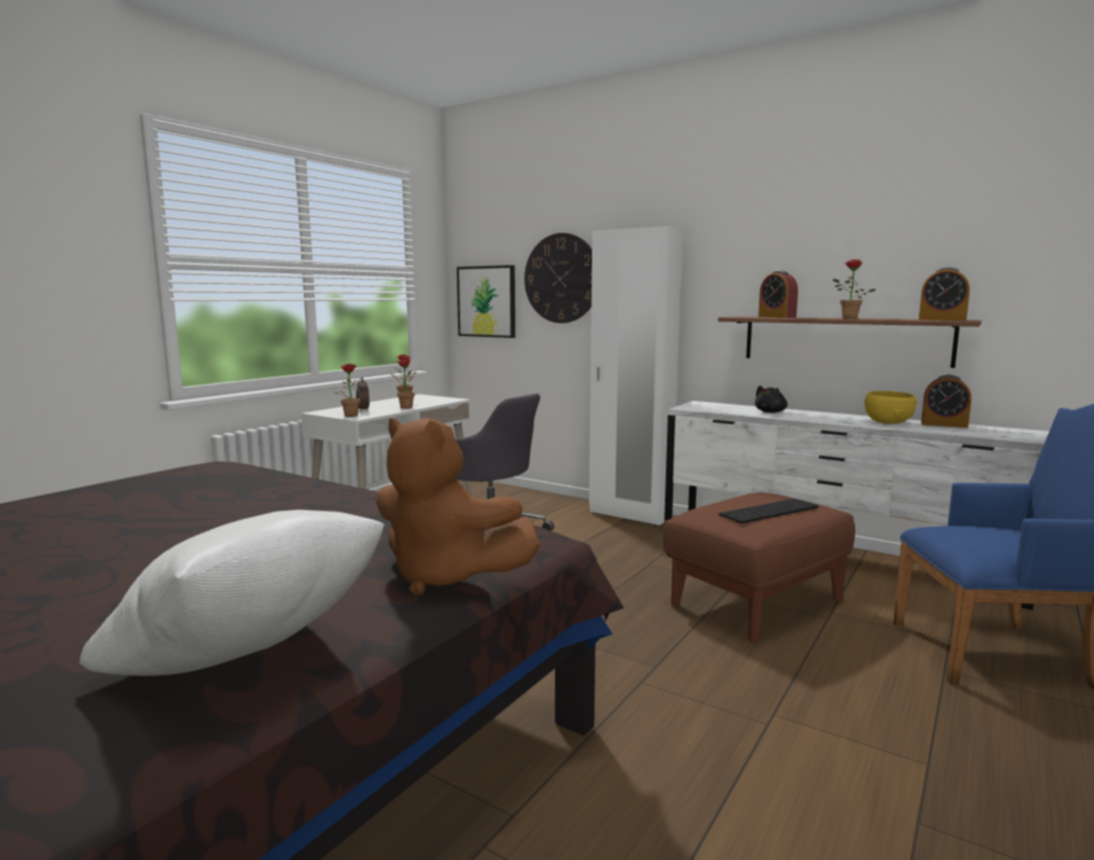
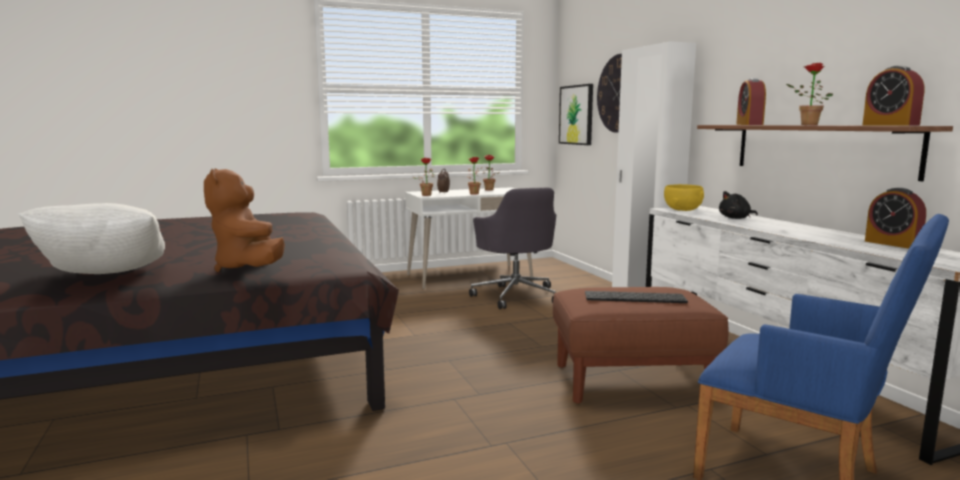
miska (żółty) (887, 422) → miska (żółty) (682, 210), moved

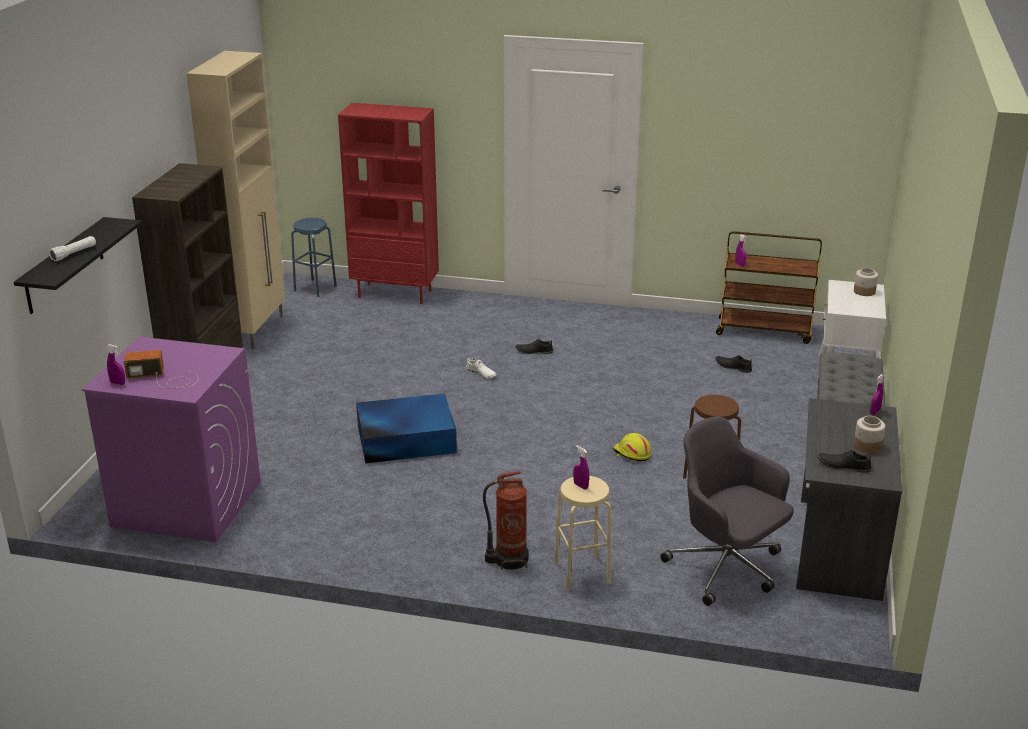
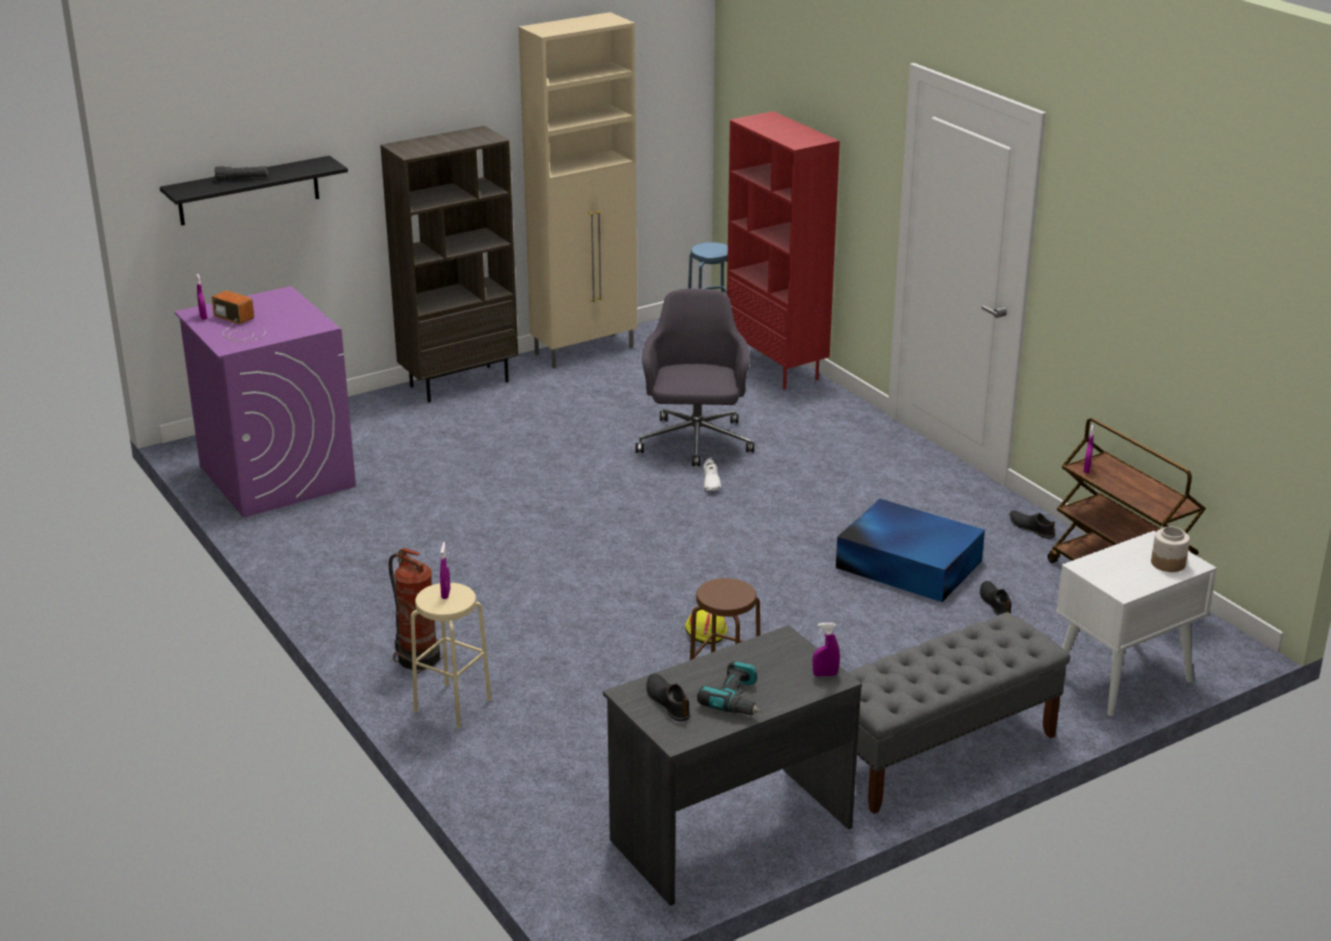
latarka (biały) (74, 254) → latarka (czarny) (241, 179)
krzesło biurowe (szary) (727, 568) → krzesło biurowe (szary) (695, 443), moved
słoik (867, 446) → wiertarka (737, 699)
pojemnik do przechowywania (niebieski) (404, 439) → pojemnik do przechowywania (niebieski) (907, 563), moved
but (czarny) (534, 351) → but (czarny) (1031, 528), moved

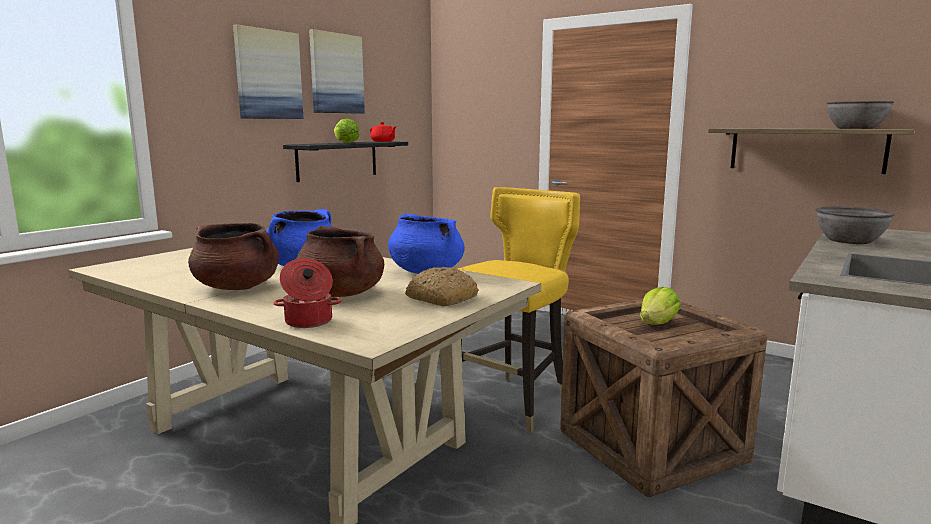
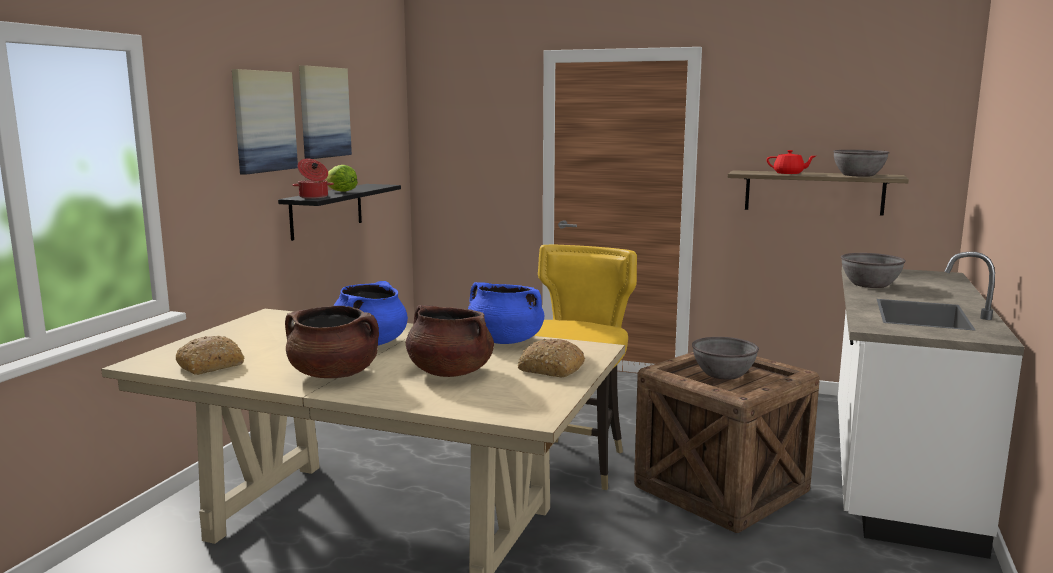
- → chleb (211, 365)
garnek (308, 322) → garnek (313, 197), moved
sałata (657, 324) → miska (szary) (723, 374)
imbryk (czerwony) (383, 141) → imbryk (czerwony) (789, 173), moved

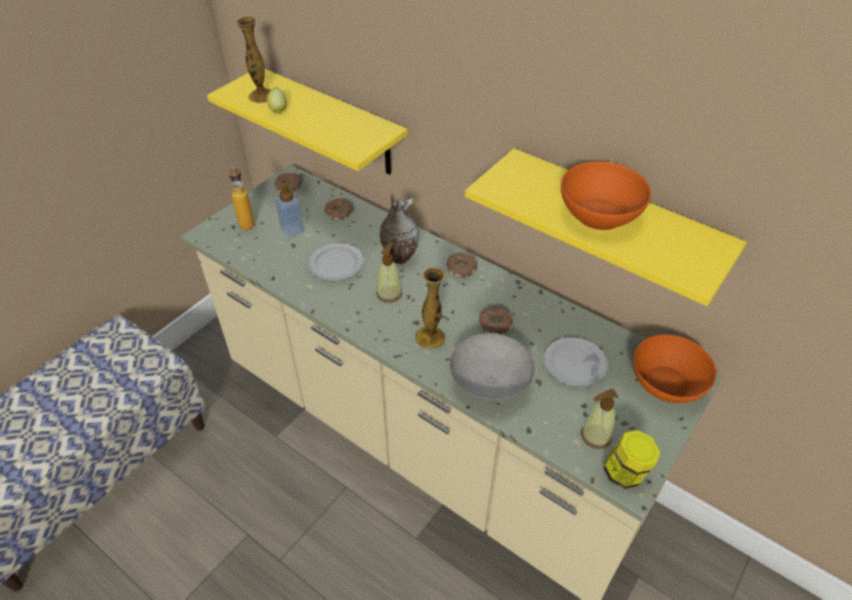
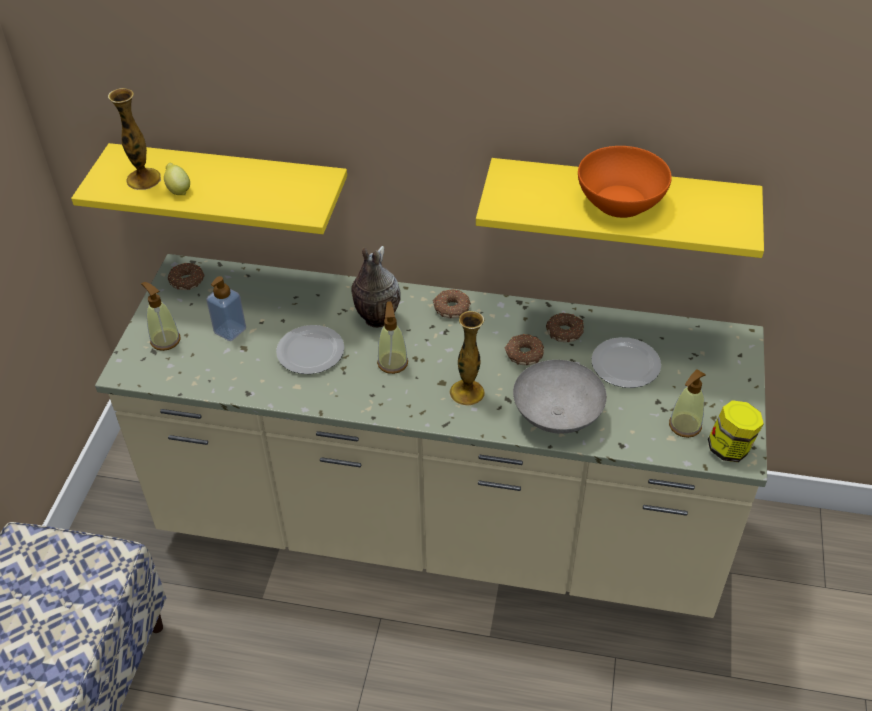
butelka (246, 221) → dozownik mydła (165, 340)
donut (339, 213) → donut (565, 332), moved
miska (pomarańczowy) (666, 383) → -

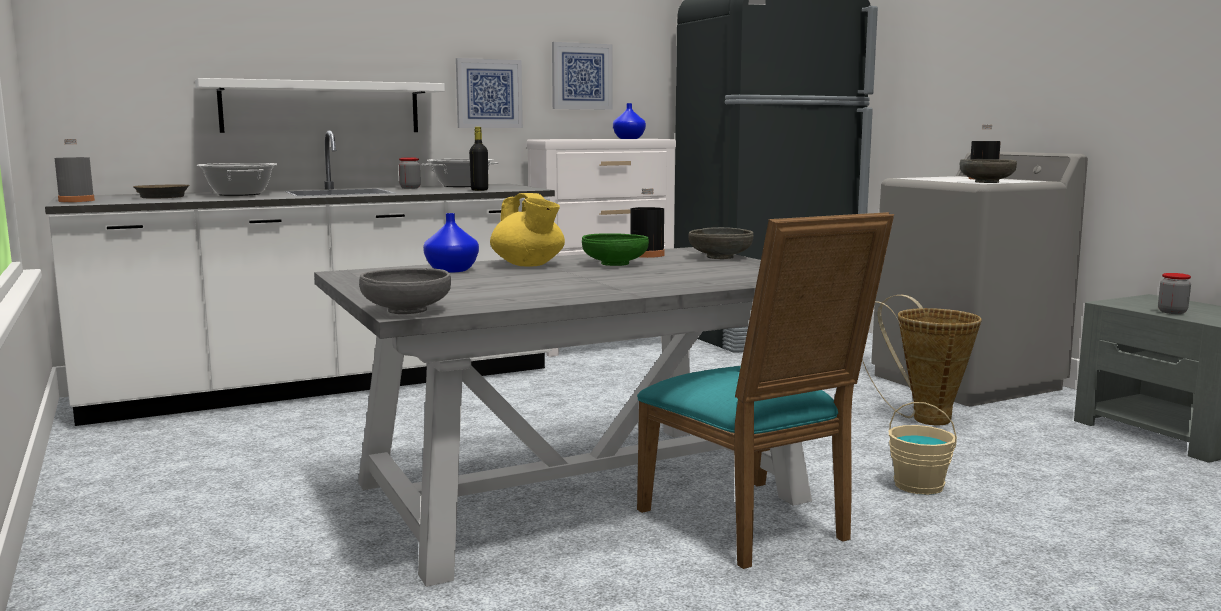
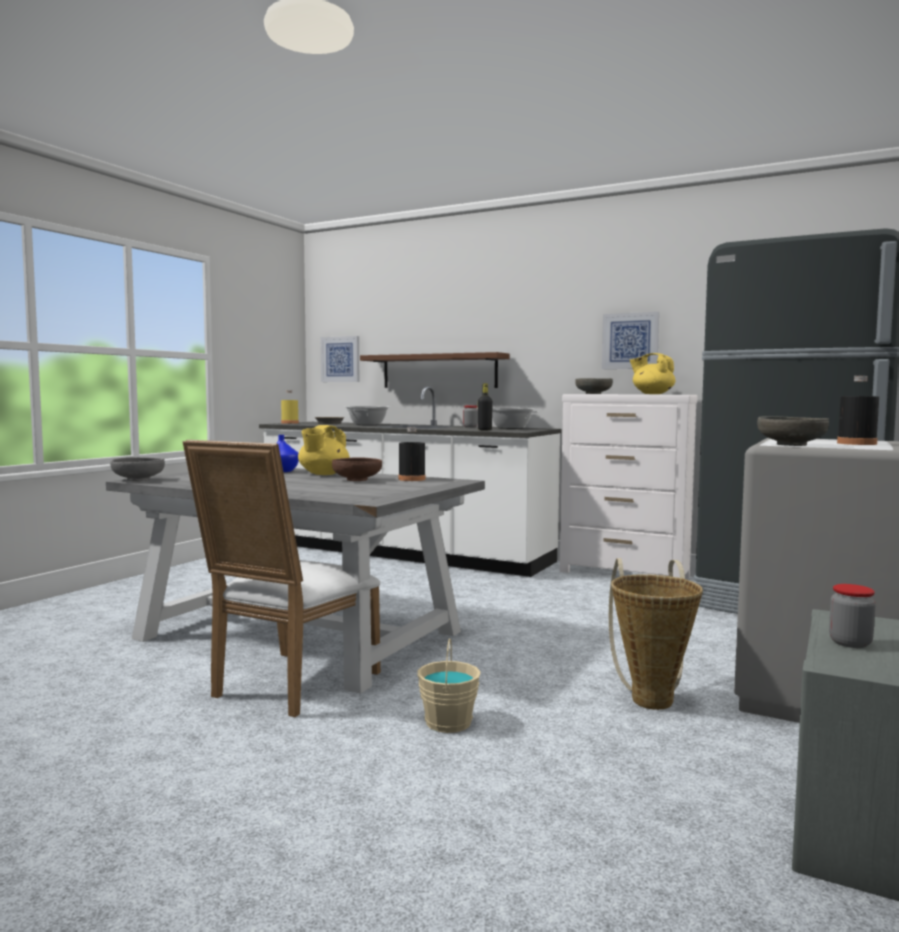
krzesło (turkusowy) (753, 527) → krzesło (biały) (288, 686)
butelka (szary) (76, 201) → butelka (żółty) (290, 423)
obraz (488, 93) → obraz (340, 359), moved
miska (zielony) (615, 264) → miska (brązowy) (356, 480)
półka (biały) (321, 107) → półka (brązowy) (439, 371)
miska (szary) (720, 257) → miska (szary) (593, 393), moved
wazon (niebieski) (628, 138) → imbryk (żółty) (652, 394)

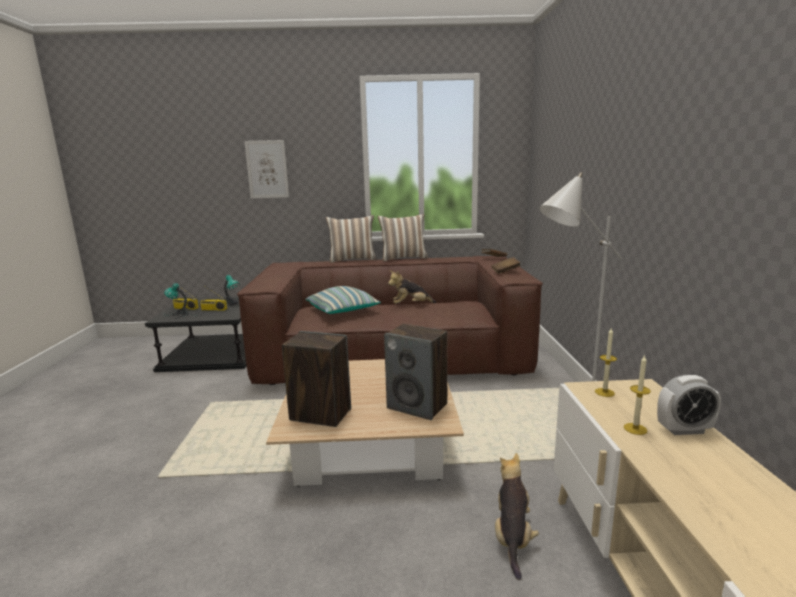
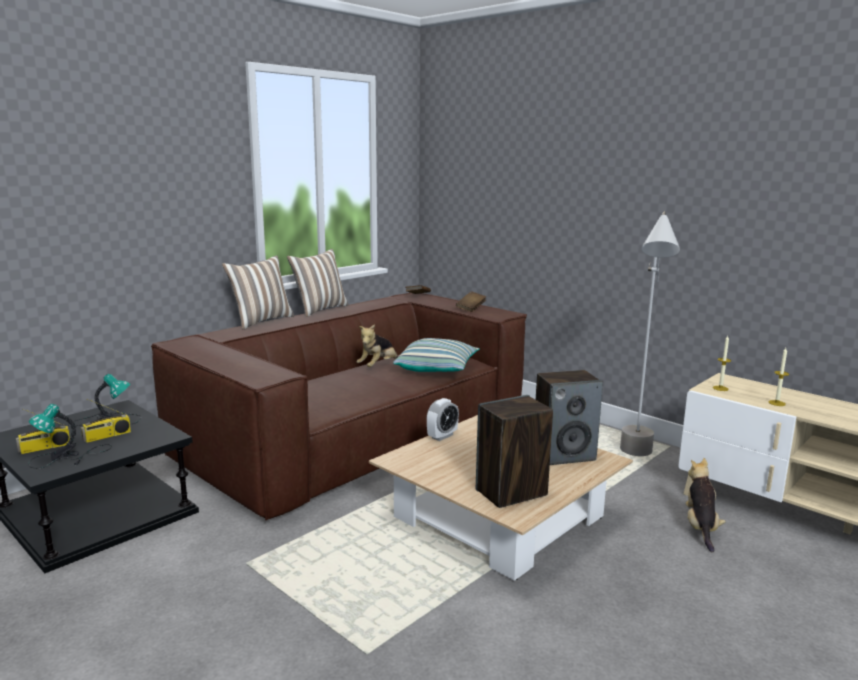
poduszka (343, 311) → poduszka (437, 369), moved
budzik (684, 430) → budzik (442, 436), moved
pluszak (512, 537) → pluszak (700, 527), 45 degrees clockwise
obraz (267, 169) → -

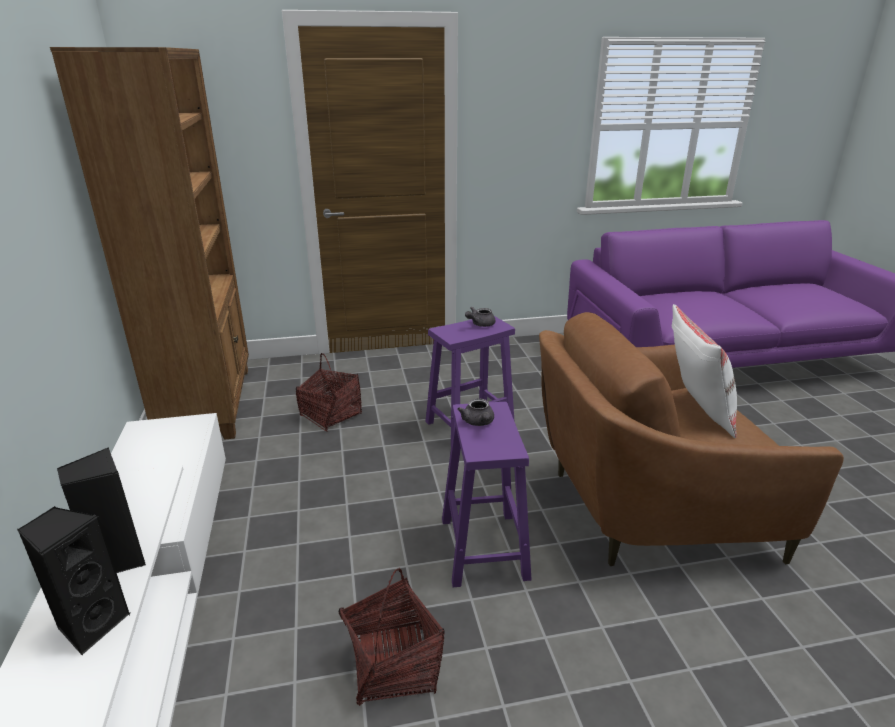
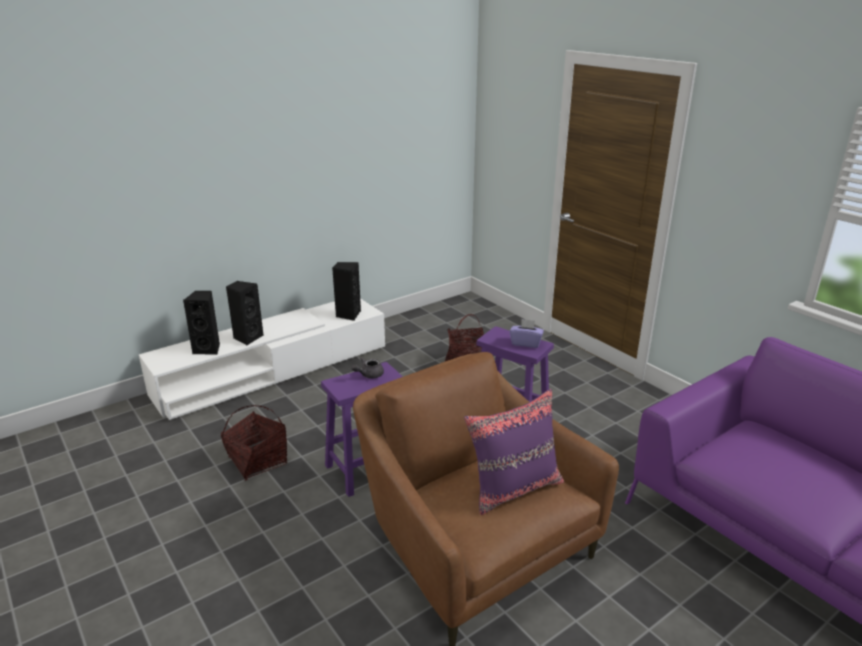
- → głośnik (czarny) (348, 314)
poduszka (biały) (695, 410) → poduszka (fioletowy) (514, 488)
imbryk (szary) (480, 324) → pudełko chusteczek (fioletowy) (526, 343)
regał (brązowy) (209, 403) → -

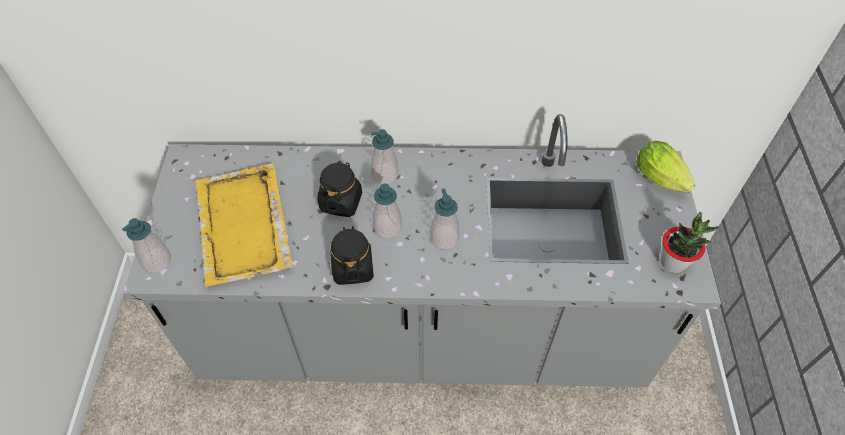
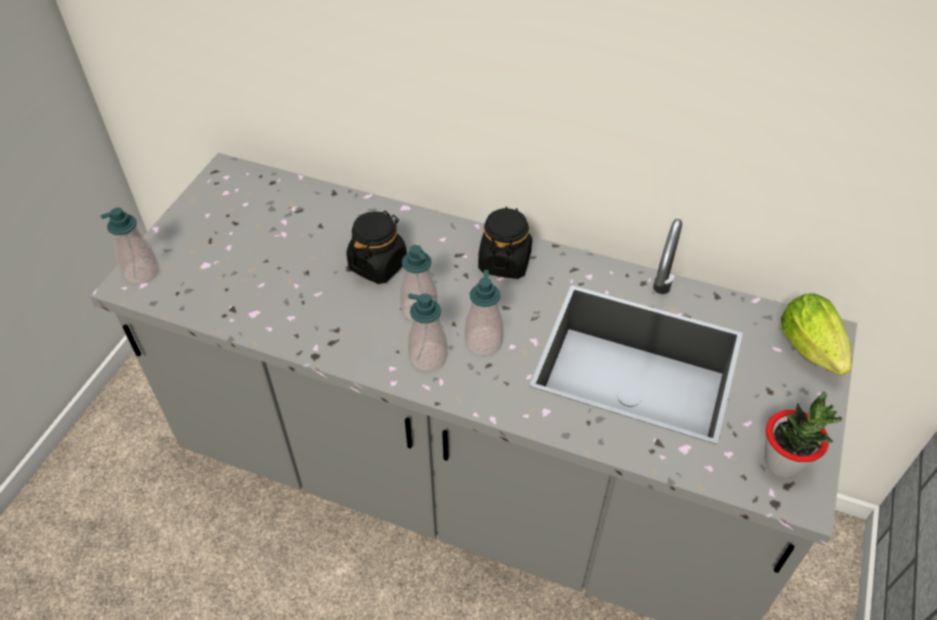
dozownik mydła (385, 175) → dozownik mydła (428, 358), moved
słoik (czarny) (353, 268) → słoik (czarny) (504, 262), moved
taca (żółty) (243, 227) → -

